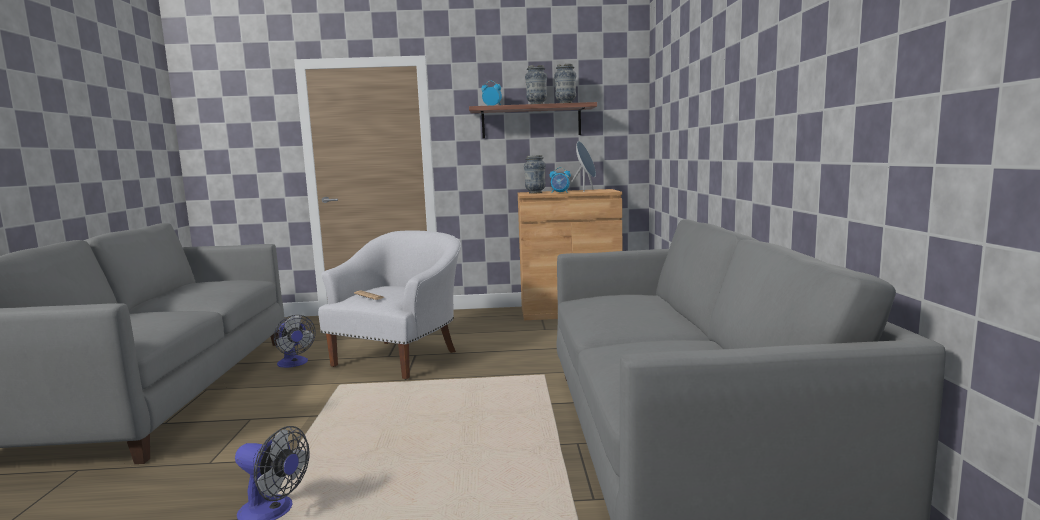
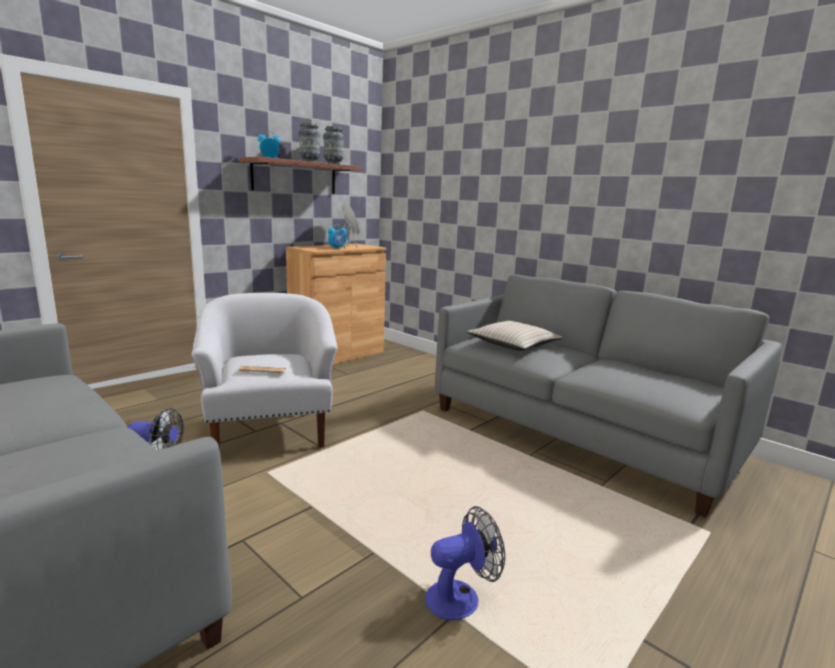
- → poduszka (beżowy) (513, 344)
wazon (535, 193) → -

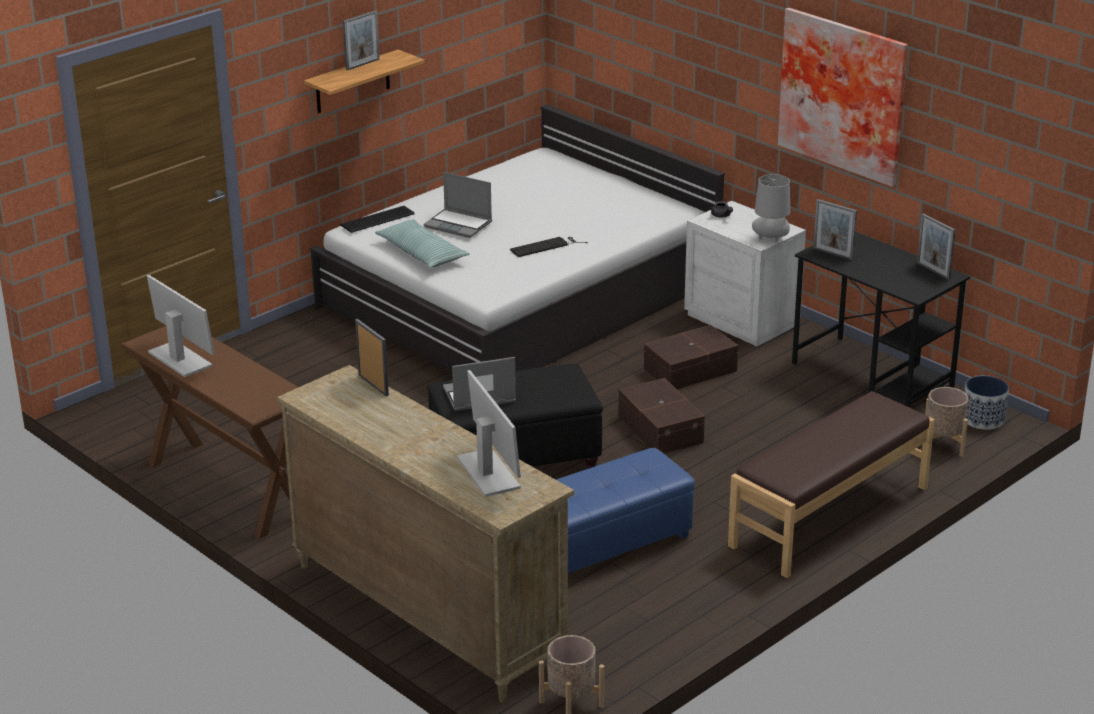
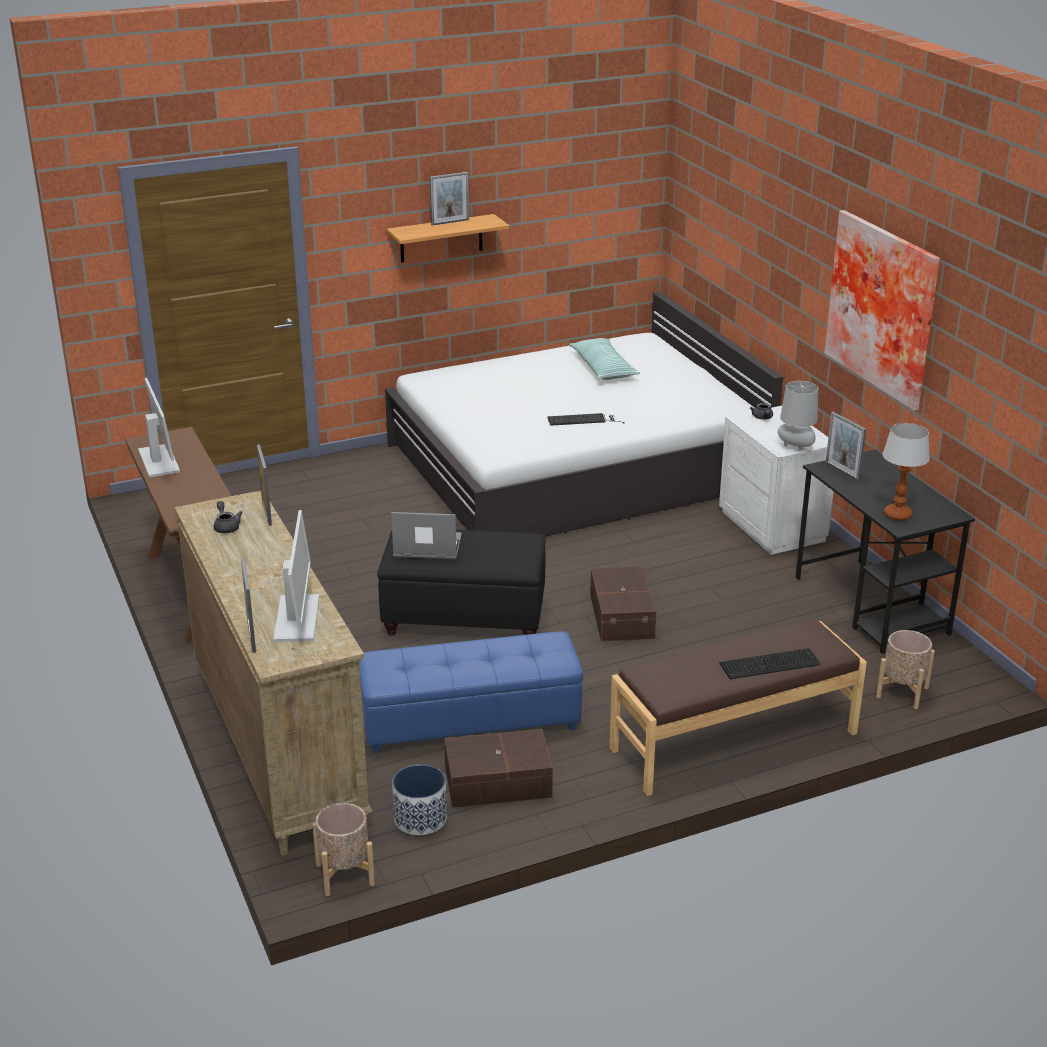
- → imbryk (szary) (226, 526)
ramka na zdjęcie (933, 271) → ramka na zdjęcie (251, 636), moved
donica (983, 419) → donica (420, 819), moved
pojemnik do przechowywania (brązowy) (688, 370) → pojemnik do przechowywania (brązowy) (496, 781), moved
poduszka (422, 253) → poduszka (603, 368), moved
klawiatura (378, 219) → klawiatura (771, 665), moved
- → lampa stołowa (897, 515)
laptop (459, 225) → -

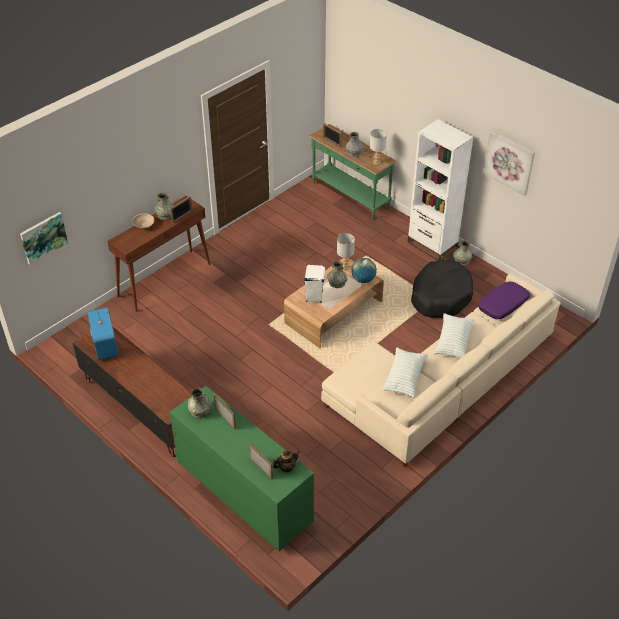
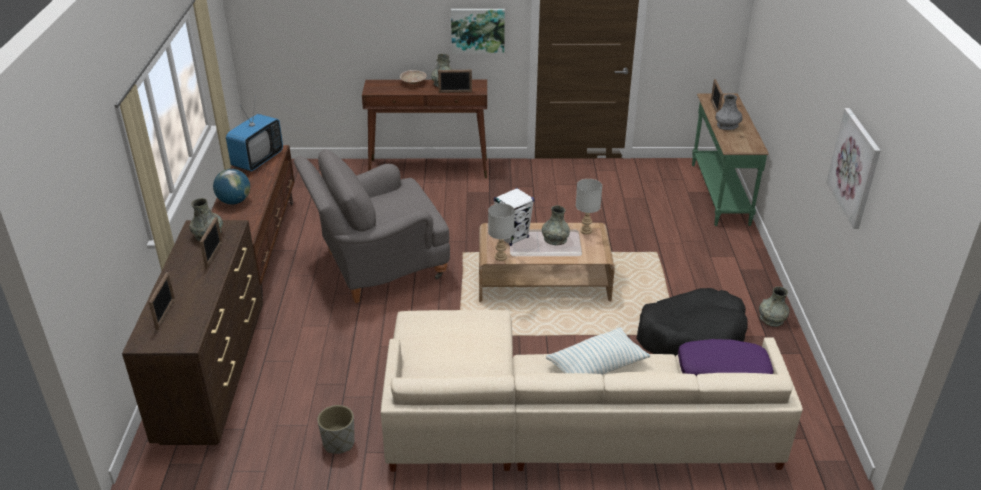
komoda (zielony) (243, 493) → komoda (brązowy) (214, 373)
globus (363, 279) → globus (234, 201), moved
- → fotel (szary) (377, 266)
- → donica (szary) (339, 443)
obraz (43, 237) → obraz (478, 30), moved
lampa stołowa (szary) (377, 163) → lampa stołowa (szary) (500, 257), moved
imbryk (286, 467) → -
poduszka (404, 377) → -
regał (biały) (432, 245) → -

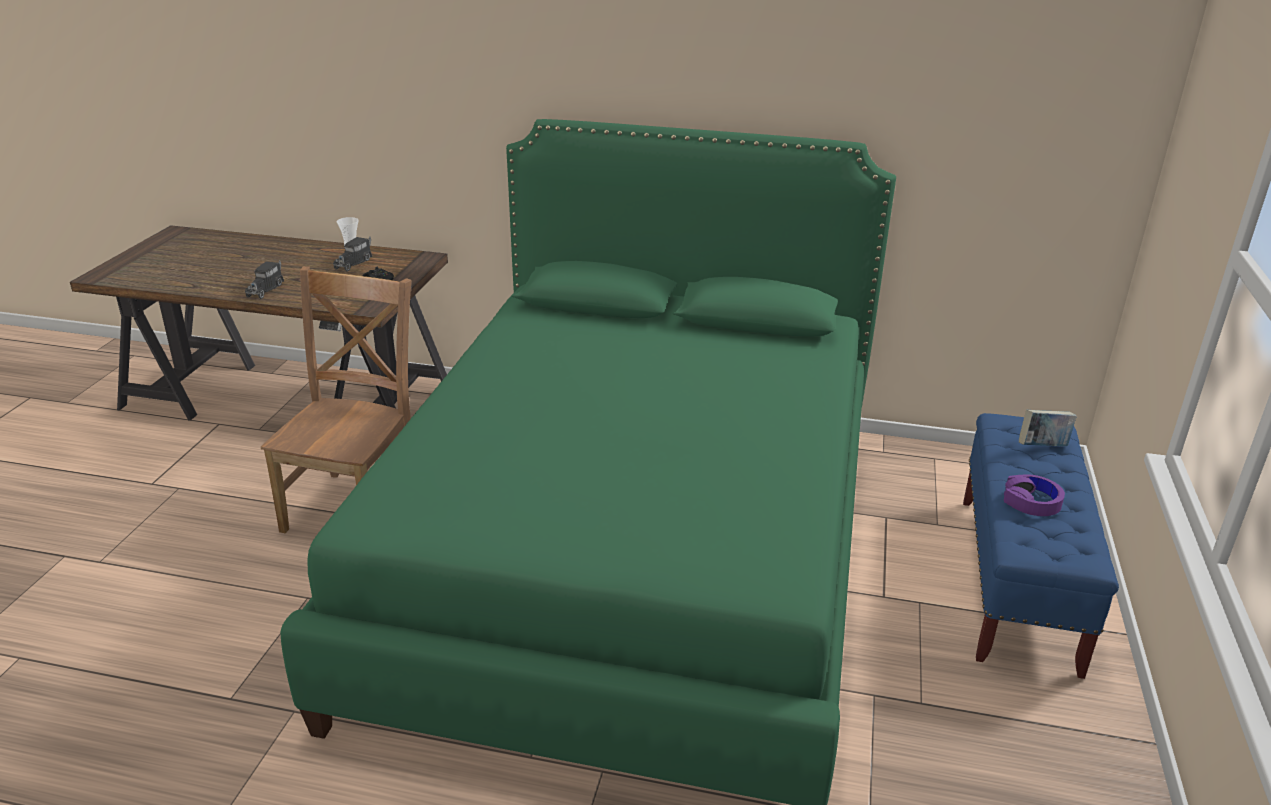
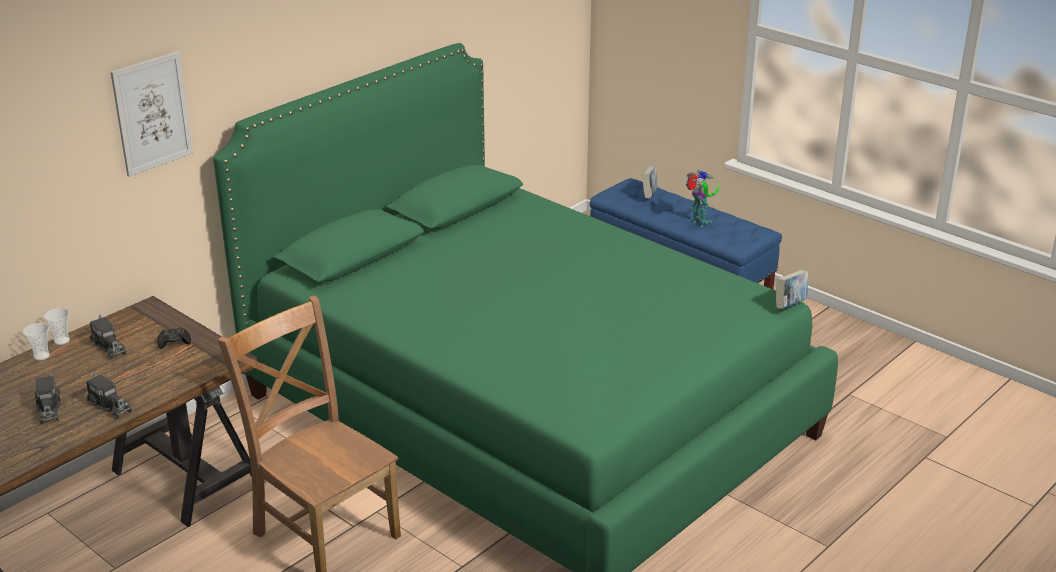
- → filiżanka (41, 356)
- → ciężarówka zabawkowa (49, 408)
- → obraz (152, 113)
słuchawki (fioletowy) (1031, 502) → robot zabawkowy (699, 222)
- → książka (790, 305)

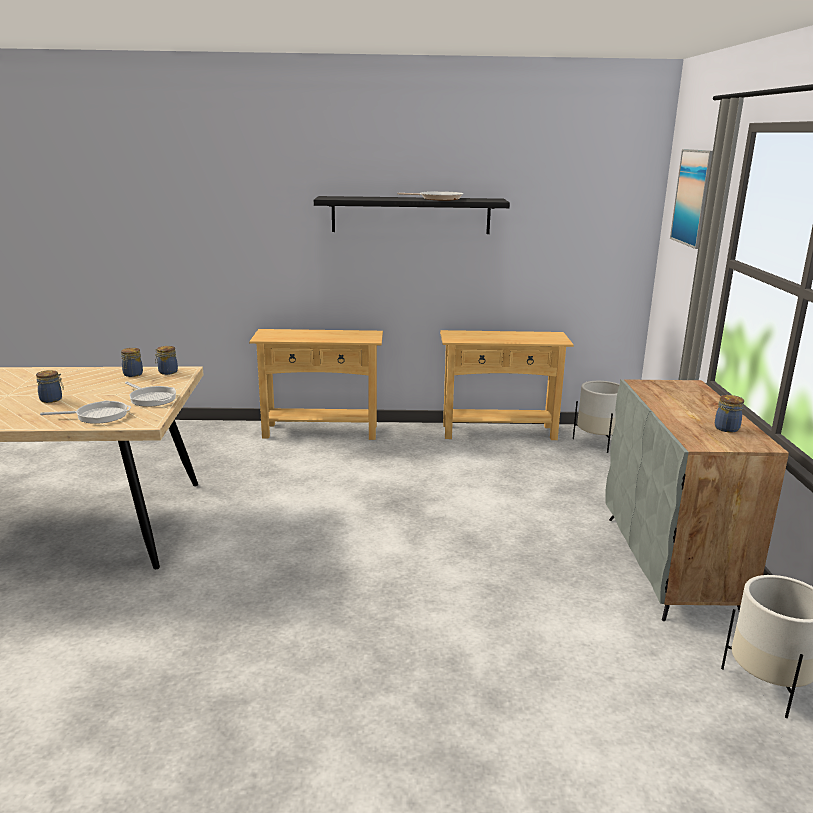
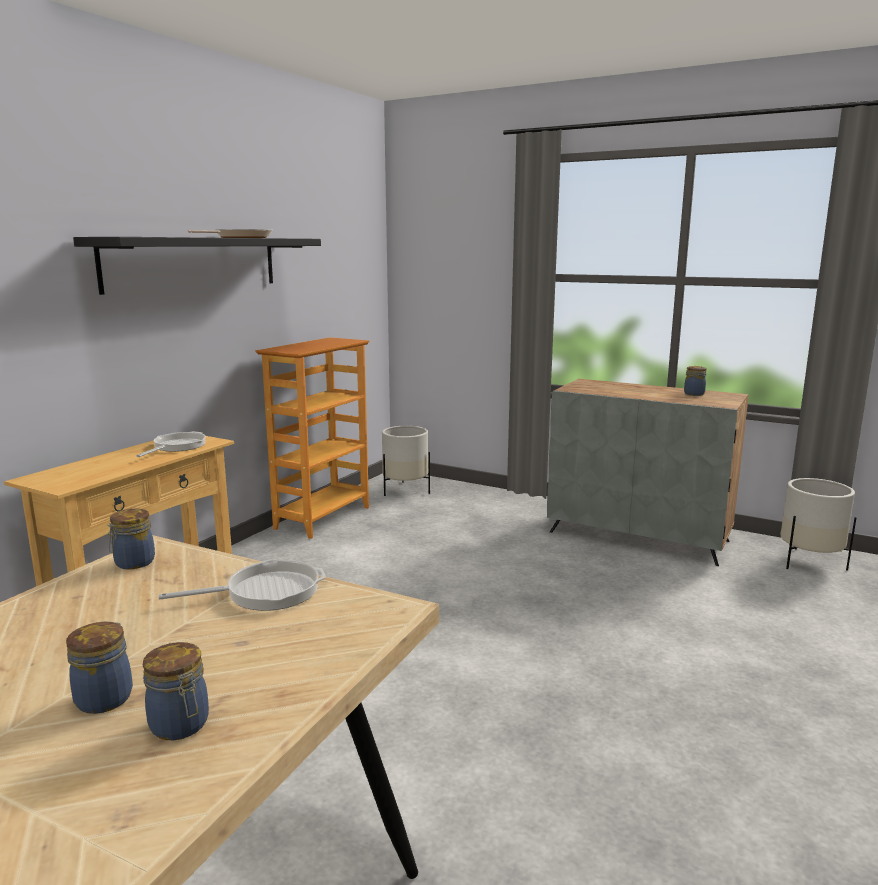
patelnia (98, 415) → patelnia (177, 446), moved
słoik (132, 374) → słoik (180, 726), moved
stolik konsolowy (beżowy) (499, 432) → regał (322, 518)
obraz (694, 197) → -

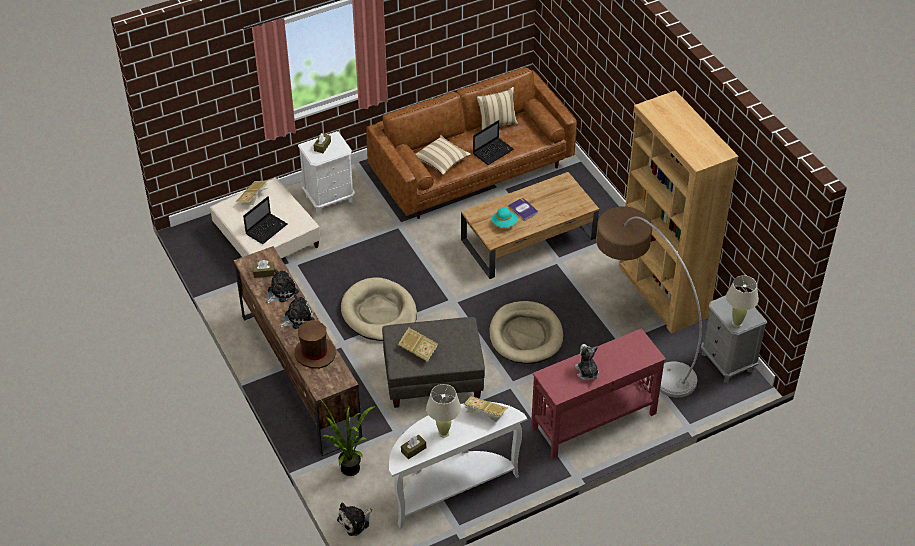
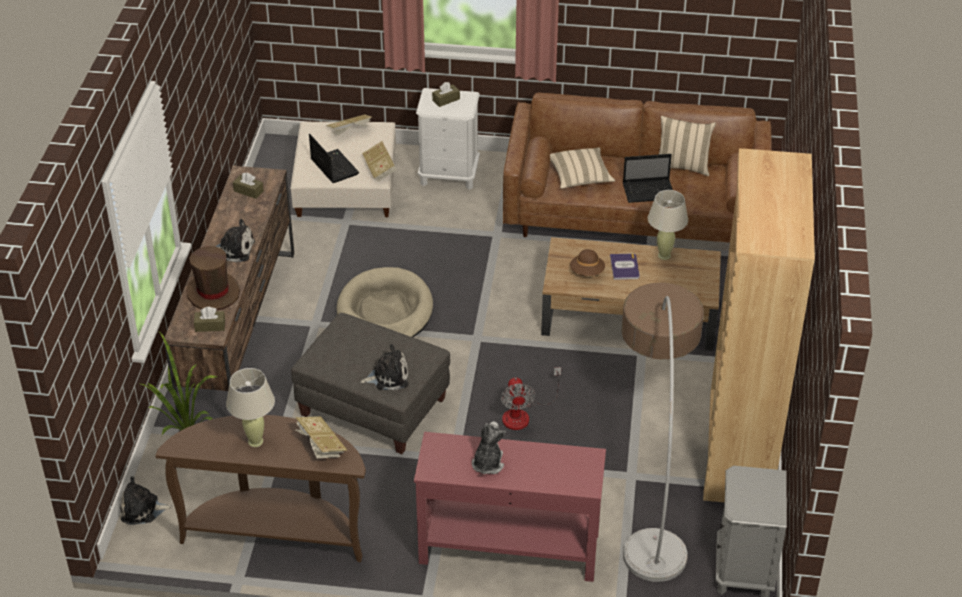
stolik konsolowy (biały) (451, 488) → stolik konsolowy (brązowy) (276, 532)
pudełko chusteczek (brązowy) (413, 450) → pudełko chusteczek (brązowy) (210, 326), moved
laptop (267, 229) → laptop (333, 167), 105 degrees counterclockwise
pluszak (281, 292) → pluszak (388, 376), moved
książka (418, 350) → książka (380, 169), moved
legowisko (beżowy) (525, 335) → wentylator (523, 414)
kapelusz (turkusowy) (504, 223) → kapelusz (brązowy) (587, 272)
lampa stołowa (beżowy) (737, 323) → lampa stołowa (beżowy) (664, 256), moved

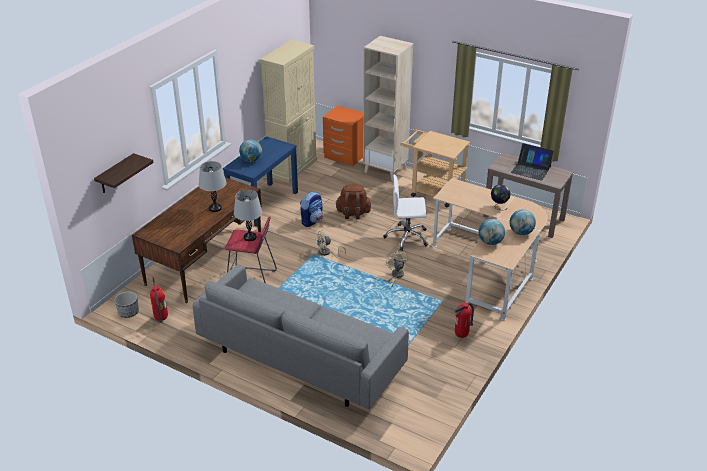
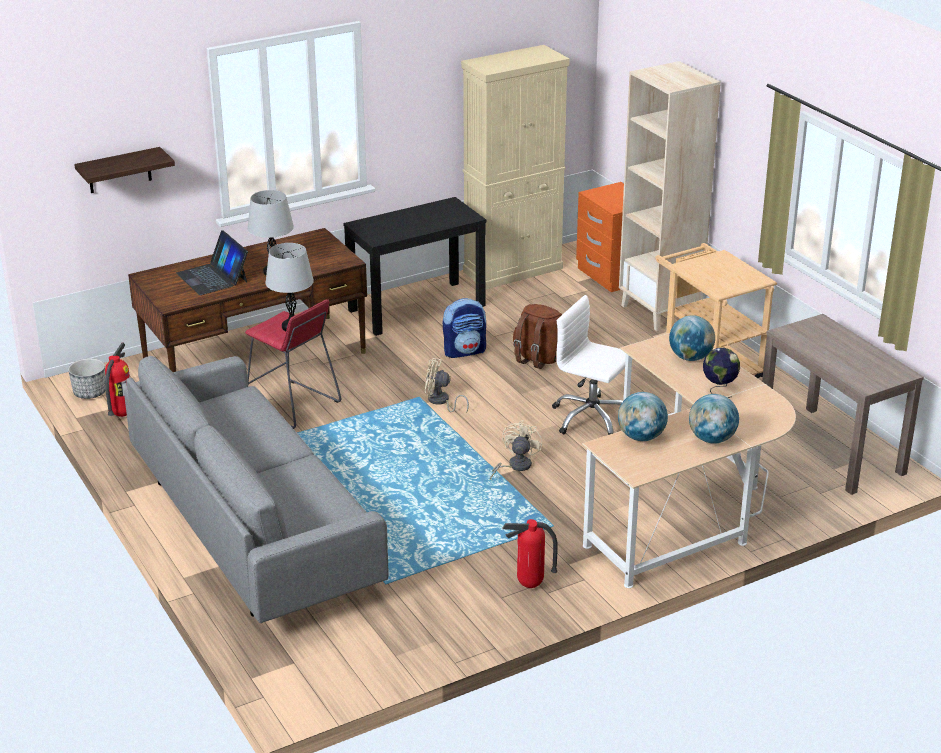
laptop (531, 169) → laptop (213, 277), moved
stolik konsolowy (niebieski) (263, 203) → stolik konsolowy (czarny) (417, 307)
globus (251, 160) → globus (690, 358), moved

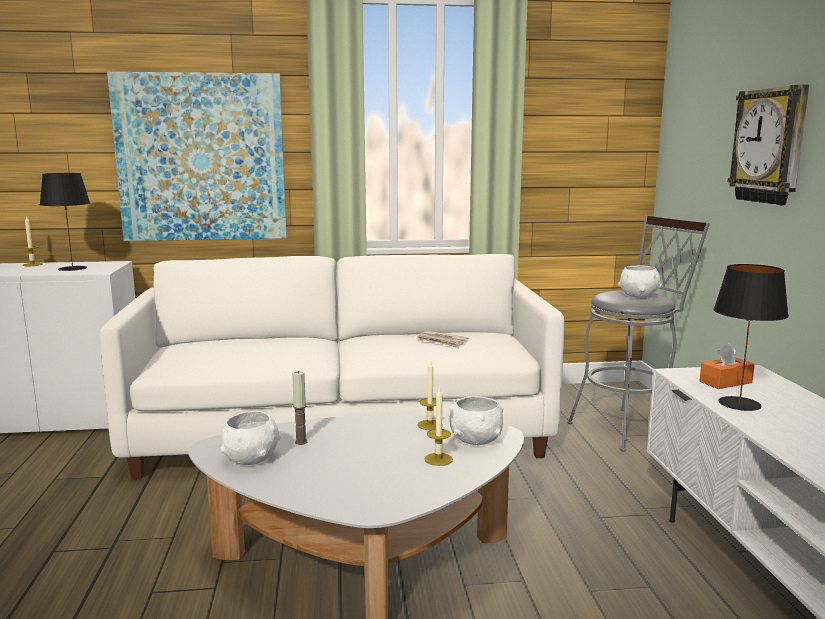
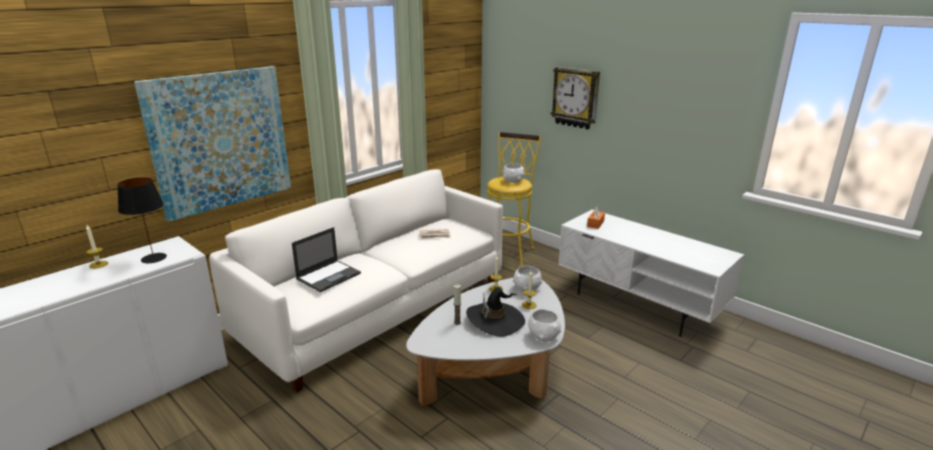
- → laptop (329, 276)
- → kapelusz (czarny) (495, 320)
stołek (szary) (630, 427) → stołek (żółty) (509, 251)
miska (biały) (252, 458) → miska (biały) (544, 336), moved
lampa stołowa (czarny) (738, 403) → -

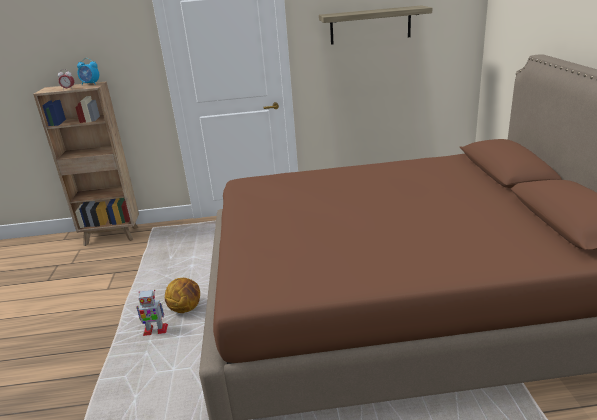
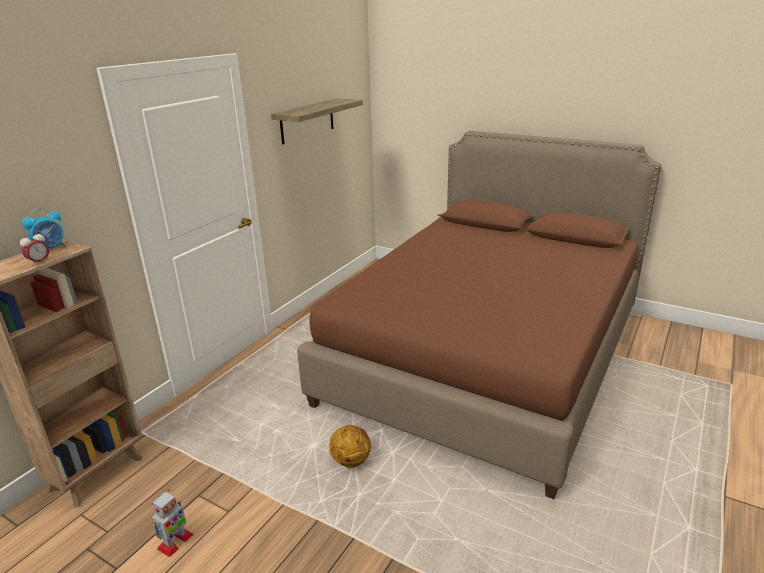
robot zabawkowy (155, 330) → robot zabawkowy (175, 542), moved

